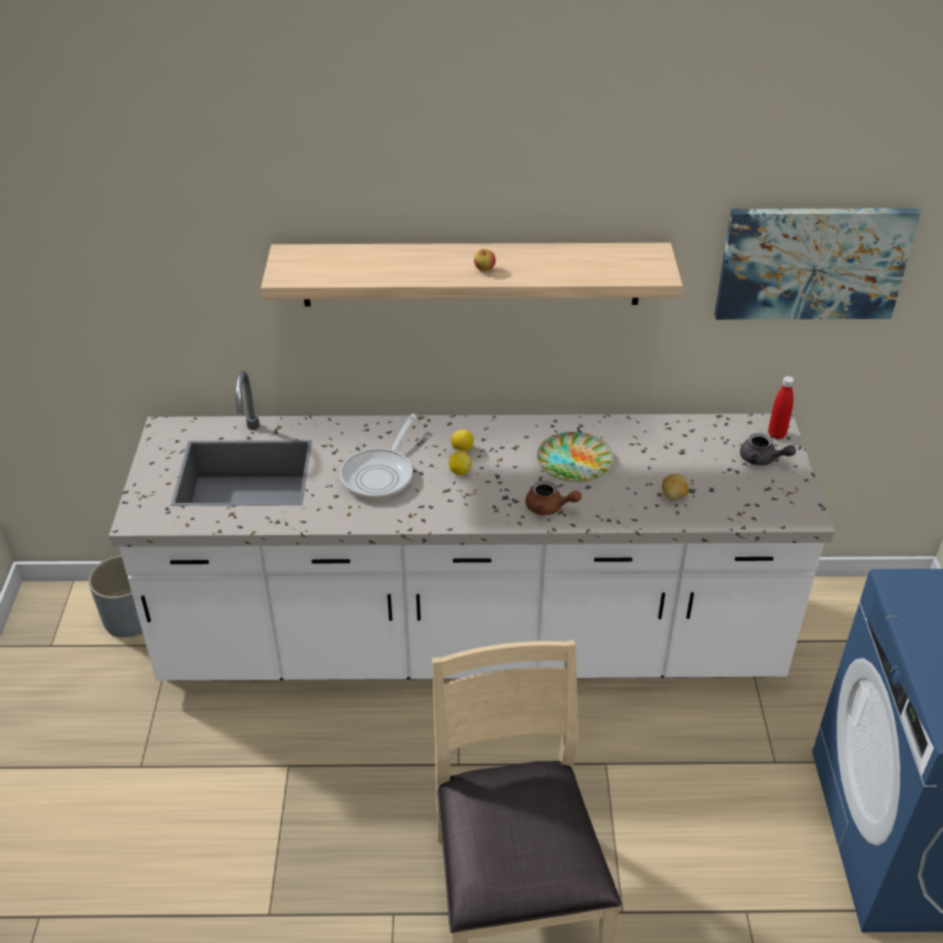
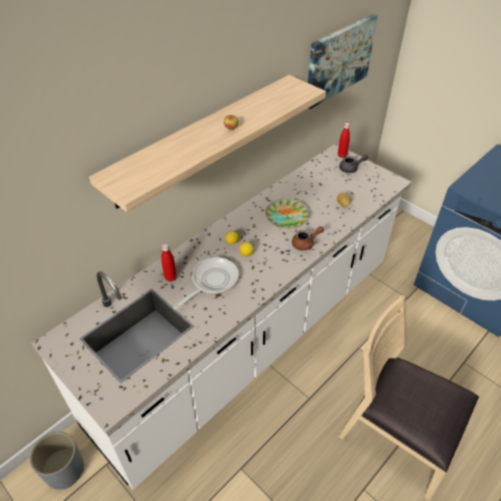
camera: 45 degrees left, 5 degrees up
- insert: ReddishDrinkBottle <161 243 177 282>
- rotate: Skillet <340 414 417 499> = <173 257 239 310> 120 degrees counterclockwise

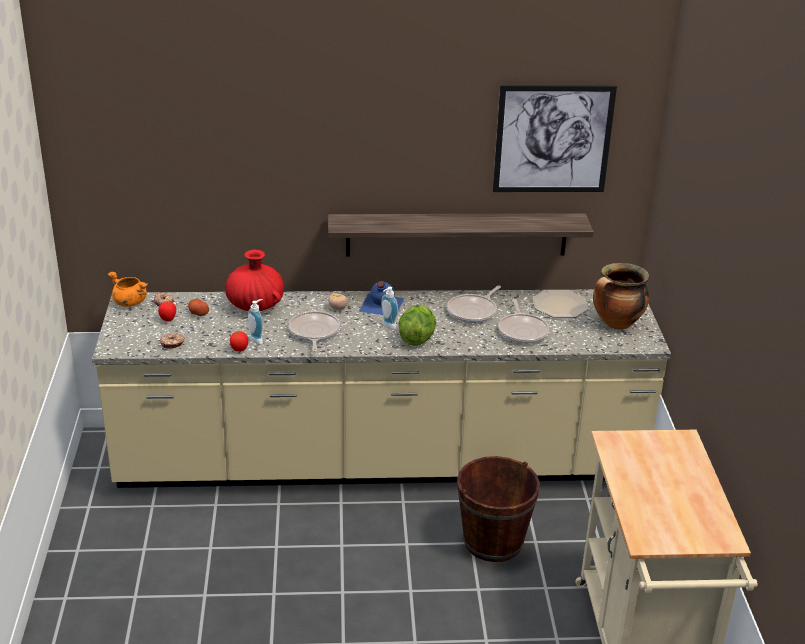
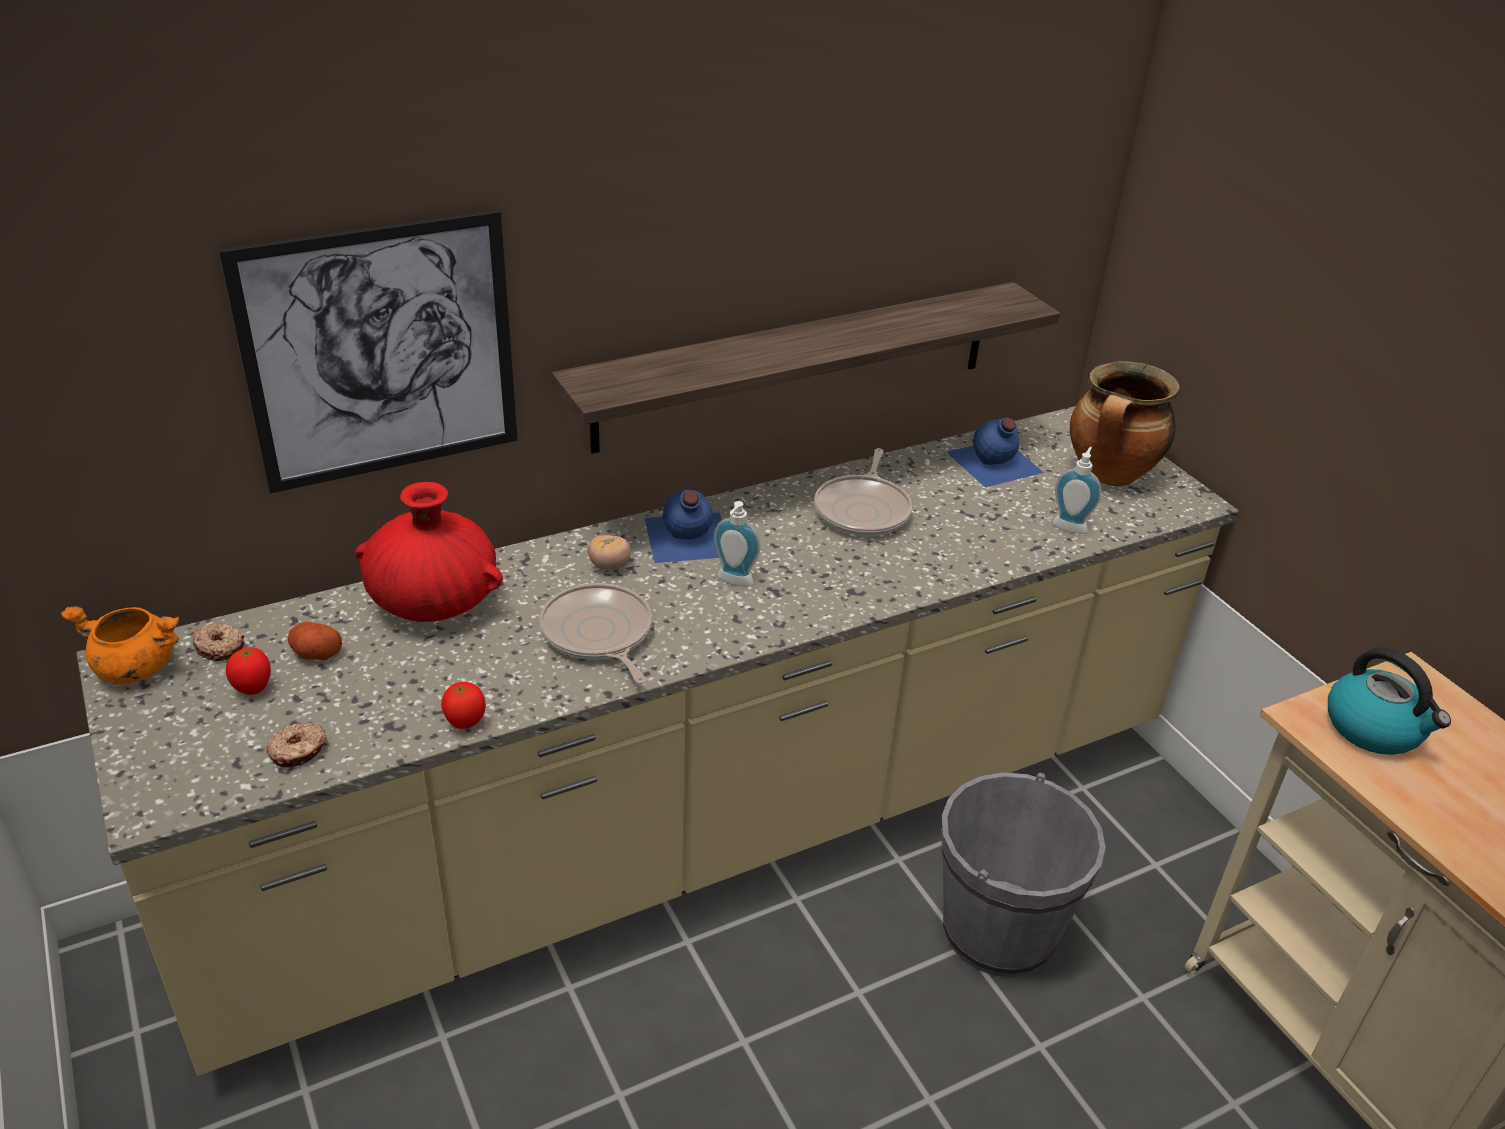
camera: 25 degrees left, 5 degrees up
- move: WallPicture <493 85 617 192> to <219 210 518 493>
- recolor: BrownPail <457 456 540 562> to GreyishPail <941 772 1106 977>
- replace: DinnerPlate <532 290 589 318> to BlueColouredDrinkBottle <946 418 1044 488>
- move: LiquidSoapBottle <248 299 263 345> to <1053 447 1102 534>
- insert: Kettle <1328 647 1451 755>
- delete: Lettuce <399 305 436 346>
- delete: Skillet <498 299 549 344>

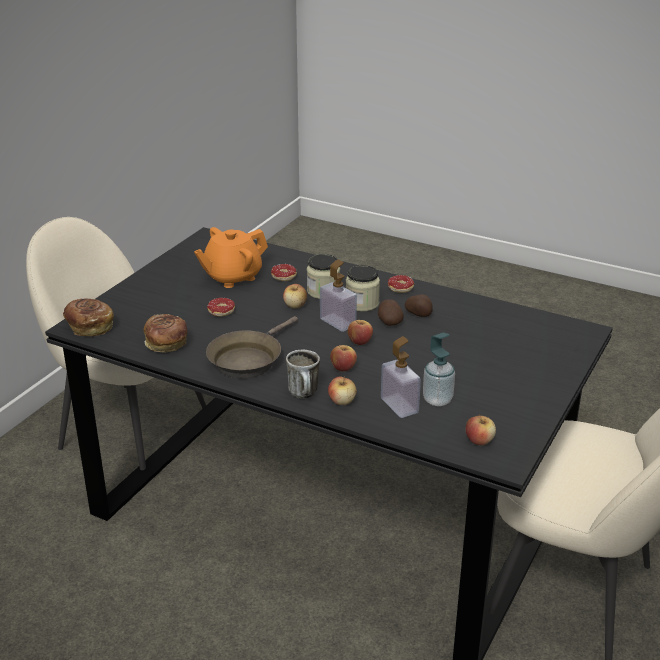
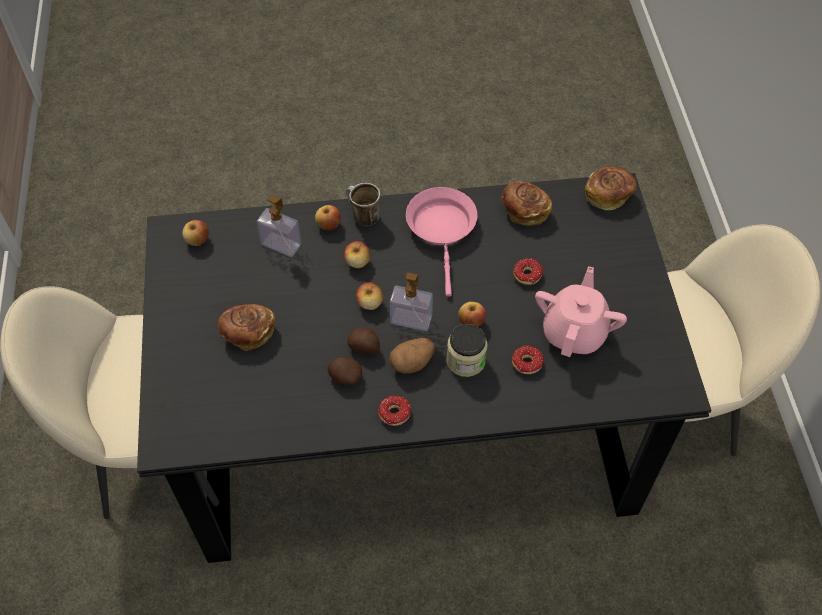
camera: 145 degrees right, 25 degrees up
- insert: BakeryBread <218 304 276 351>
- replace: StorageJar <346 265 380 312> to WholePotato <389 338 435 374>
- recolor: BrownSkillet <206 316 298 378> to PinkishSkillet <406 187 477 297>
- recolor: OrangeyTeaPot <194 227 268 288> to PinkishTeaPot <535 266 627 357>
- delete: LiquidSoapBottle <423 333 455 406>

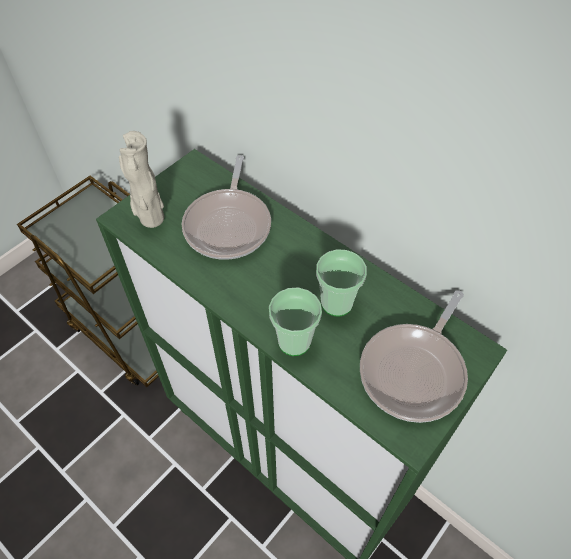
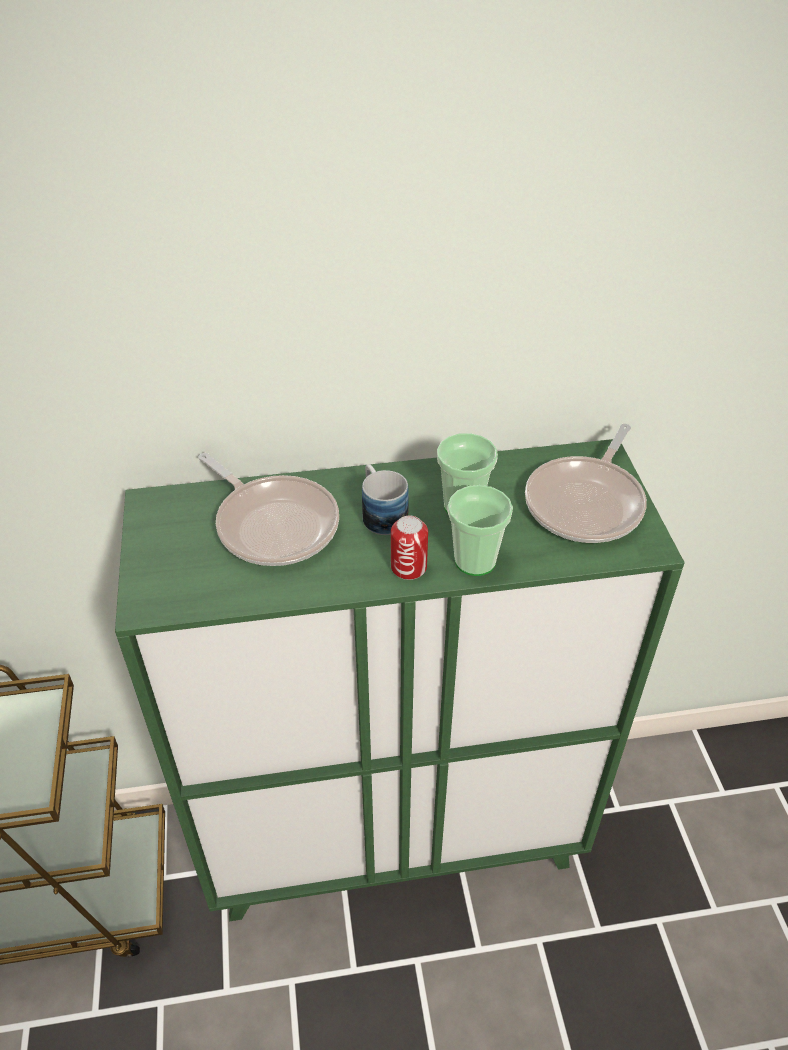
camera: 50 degrees left, 10 degrees down
- insert: Mug <362 464 409 535>
- insert: SealedCan <391 515 428 580>
- rotate: Skillet <360 290 468 423> = <525 424 647 543> 45 degrees clockwise
- delete: BeigeColouredFlowerVase <119 131 164 228>

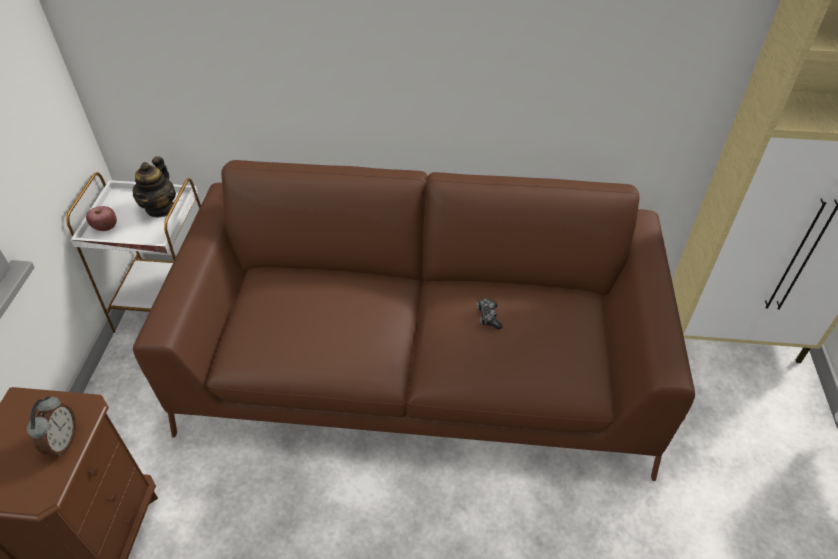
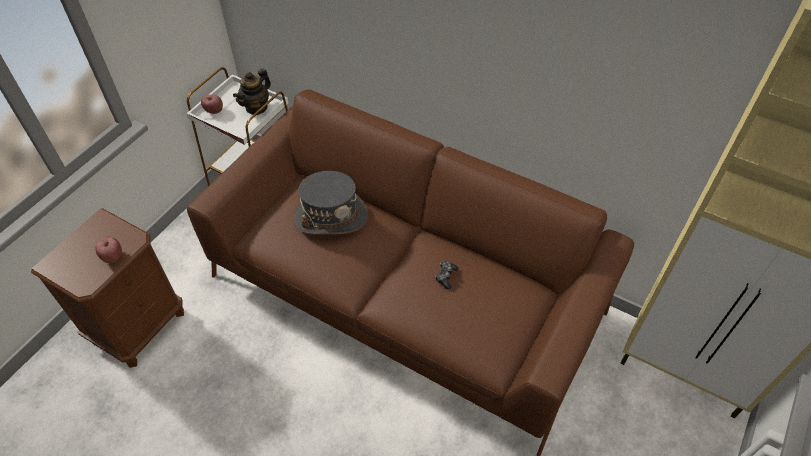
camera: 25 degrees right, 5 degrees up
- replace: AlarmClock <27 396 76 456> to Apple <95 237 122 263>
- insert: GreyishHat <293 171 368 235>

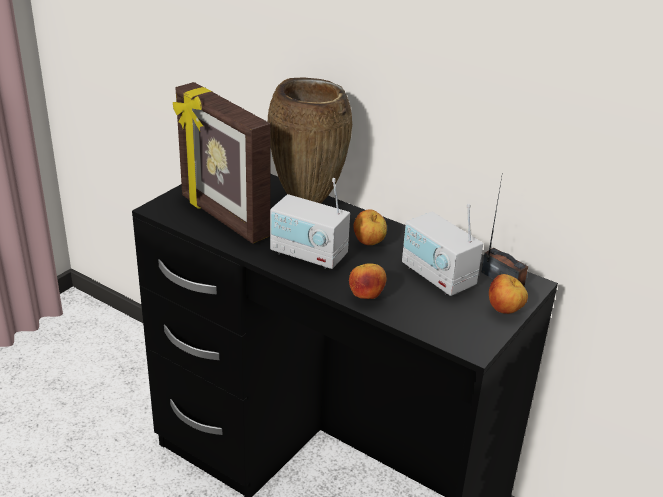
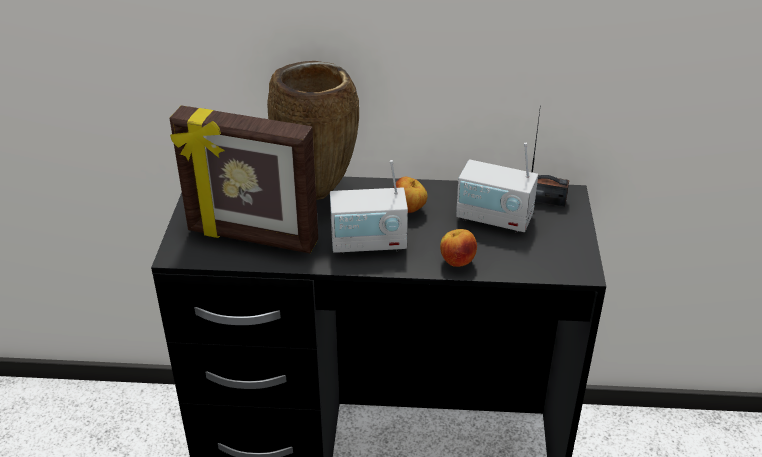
camera: 30 degrees left, 5 degrees up
- delete: Apple <489 274 528 314>

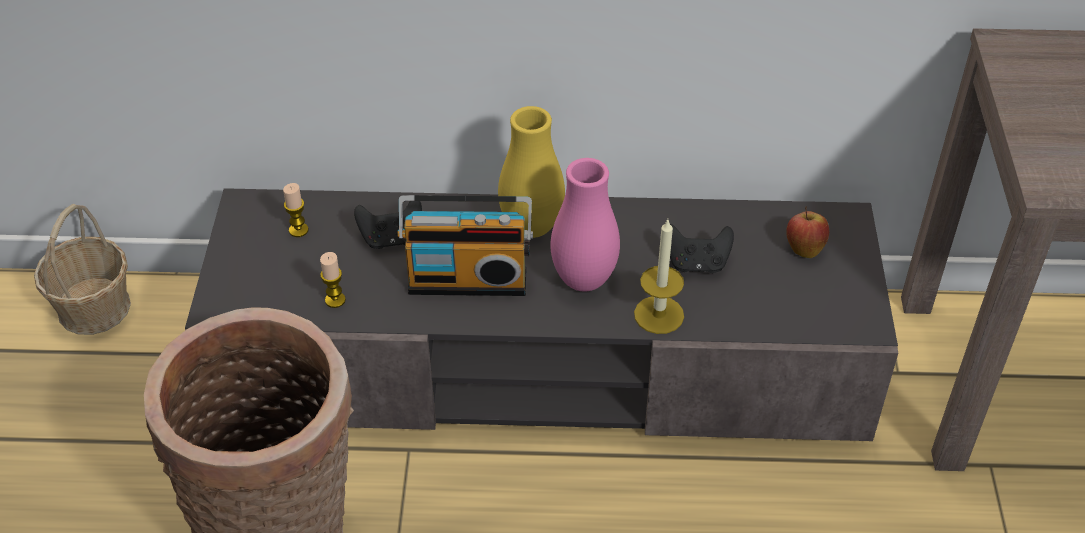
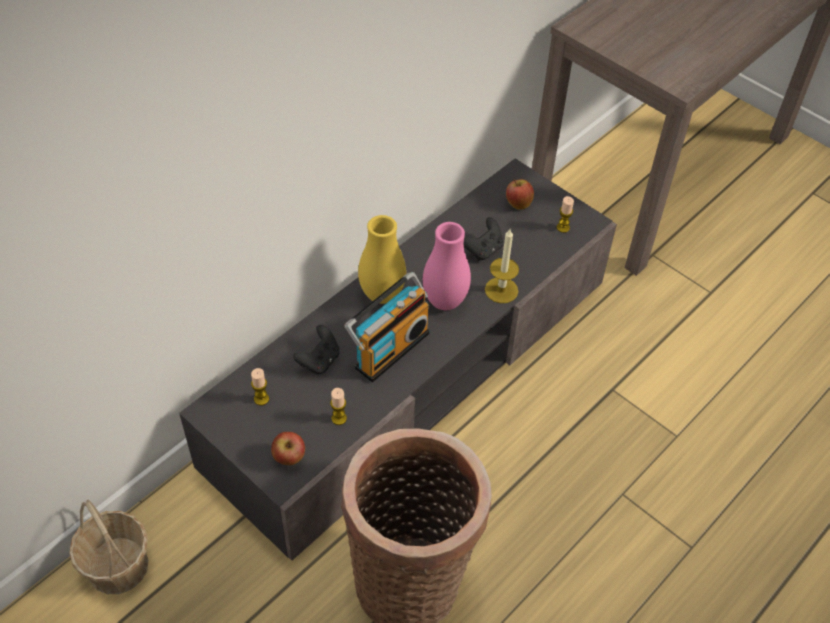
camera: 50 degrees left, 5 degrees up
- insert: Apple <271 432 305 465>
- insert: WaxCandle <557 196 574 233>

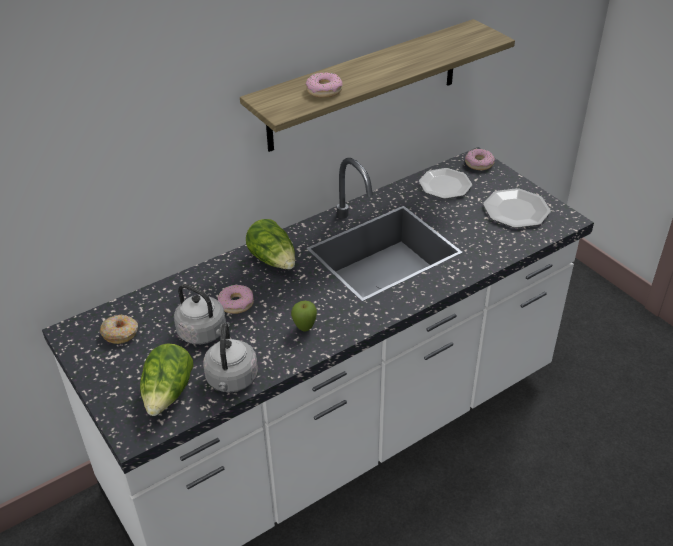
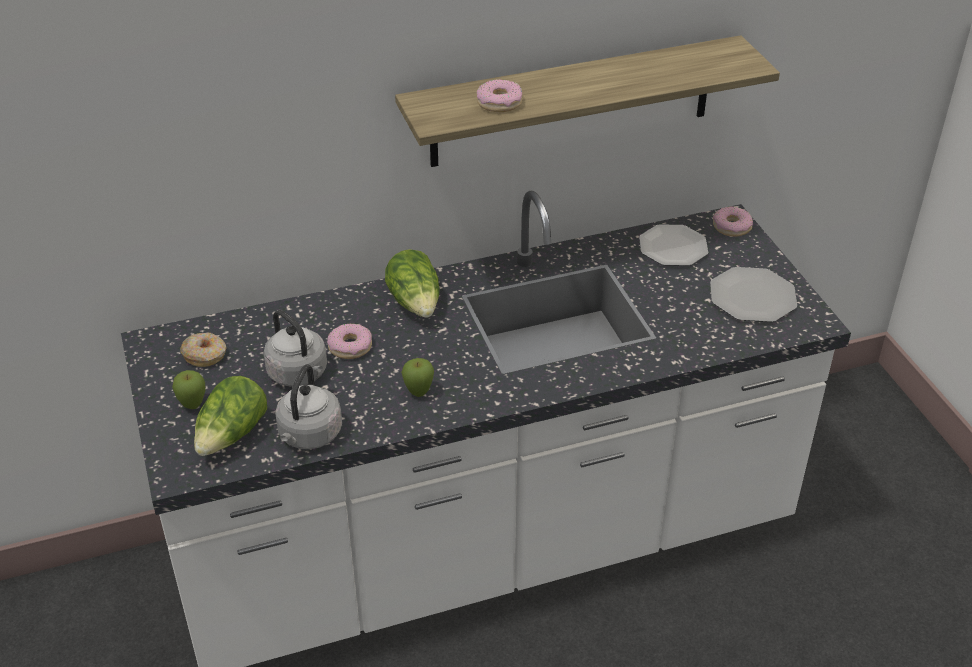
camera: 15 degrees right, 0 degrees up
- insert: Apple <172 370 206 409>

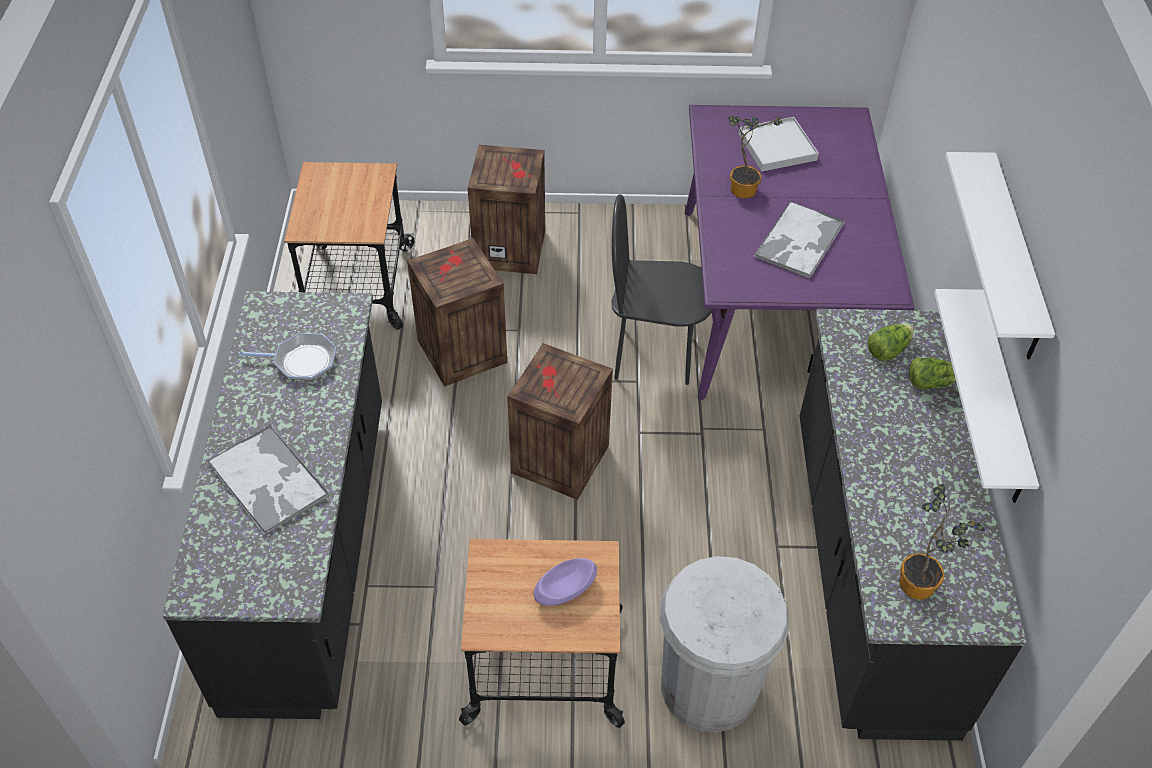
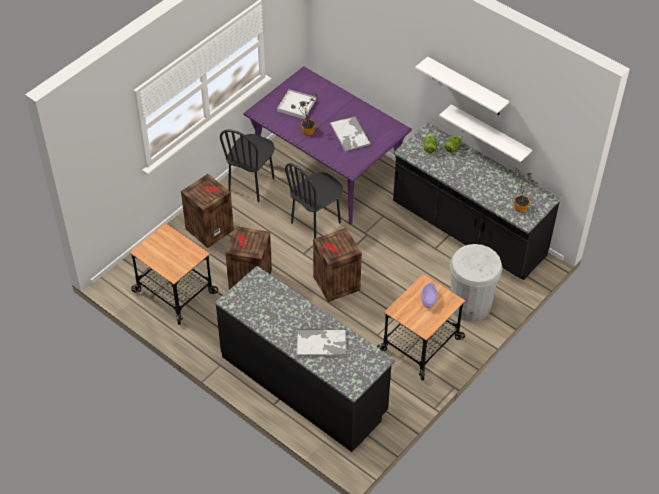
camera: 50 degrees left, 0 degrees up
- insert: BlackChair <220 129 275 202>
- delete: Skillet <238 333 336 380>

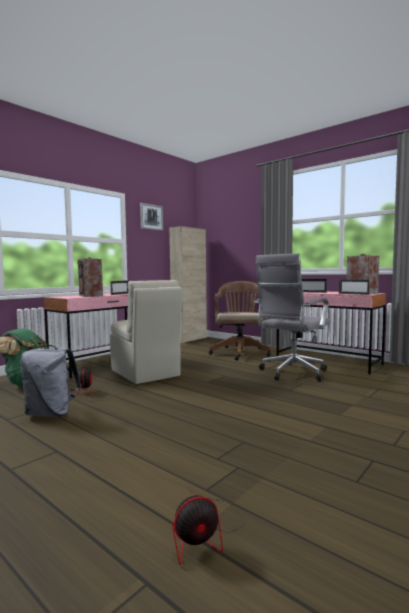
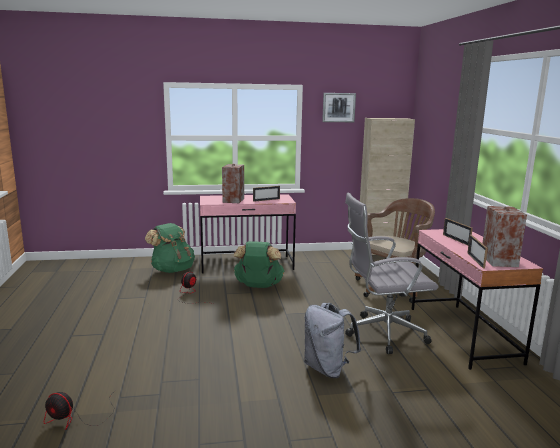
camera: 40 degrees right, 10 degrees up
- replace: BeigeColouredChair <110 280 183 384> to GreenColouredBackpack <234 241 284 288>
- move: GreyishBackpack <20 345 82 417> to <304 303 361 378>

